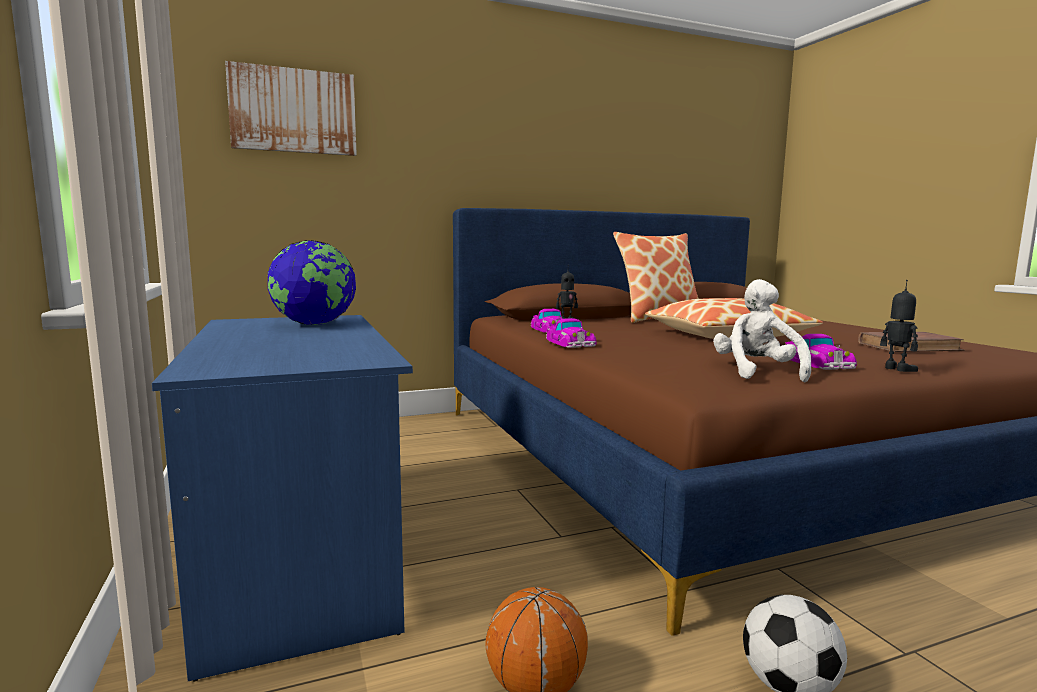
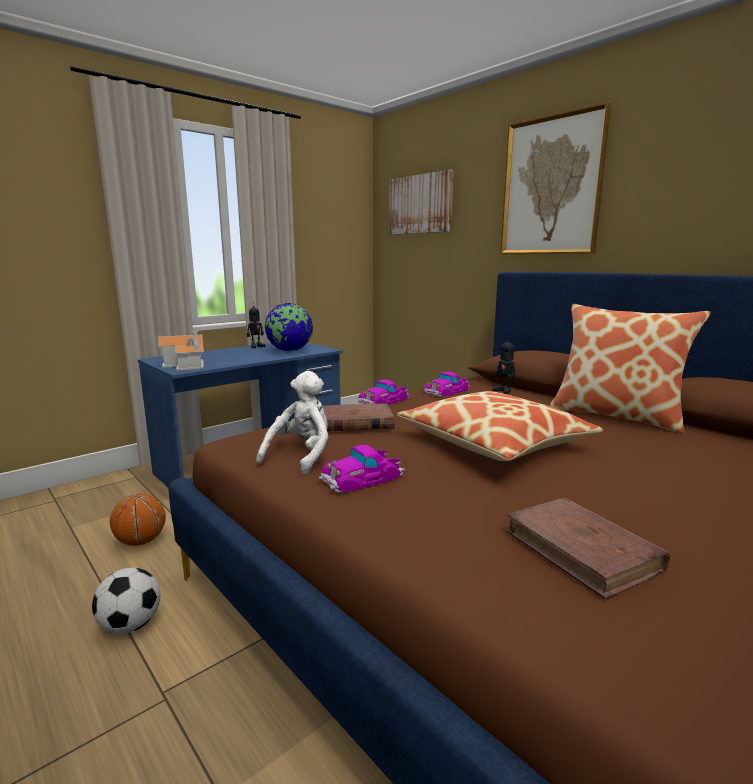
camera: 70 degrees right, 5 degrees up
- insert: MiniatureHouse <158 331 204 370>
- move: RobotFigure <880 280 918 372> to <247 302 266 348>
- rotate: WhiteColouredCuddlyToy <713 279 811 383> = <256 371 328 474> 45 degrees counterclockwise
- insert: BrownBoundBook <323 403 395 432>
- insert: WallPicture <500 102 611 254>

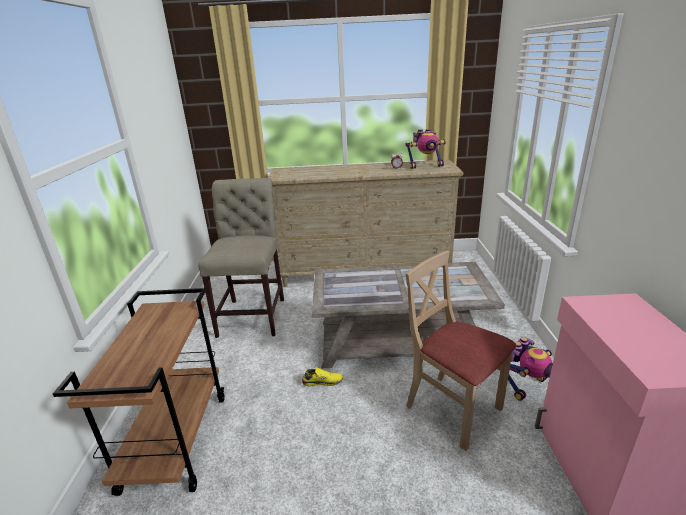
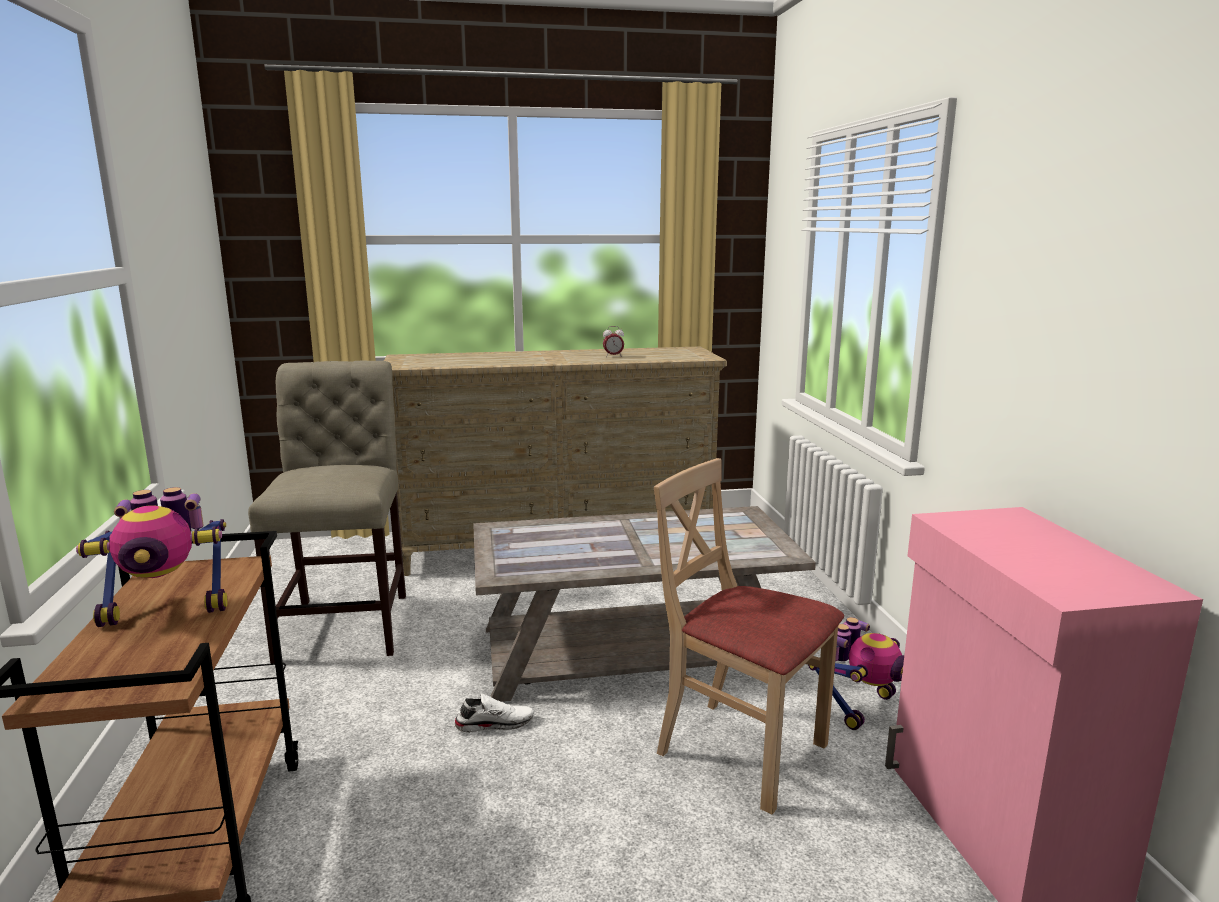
camera: 10 degrees left, 10 degrees down
- move: RobotFigure <405 129 446 169> to <76 487 228 627>
- recolor: YellowishItemOfFootwear <302 367 343 386> to WhiteColouredItemOfFootwear <454 693 534 733>

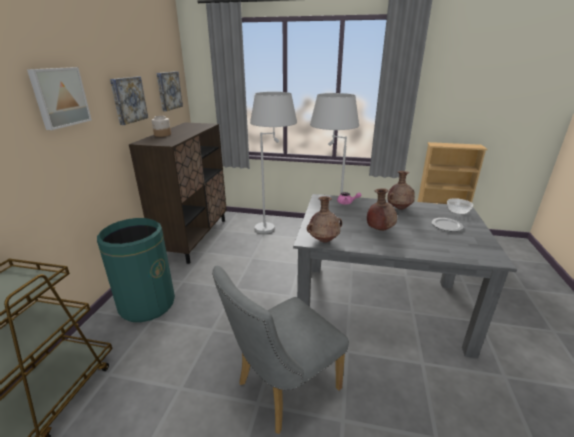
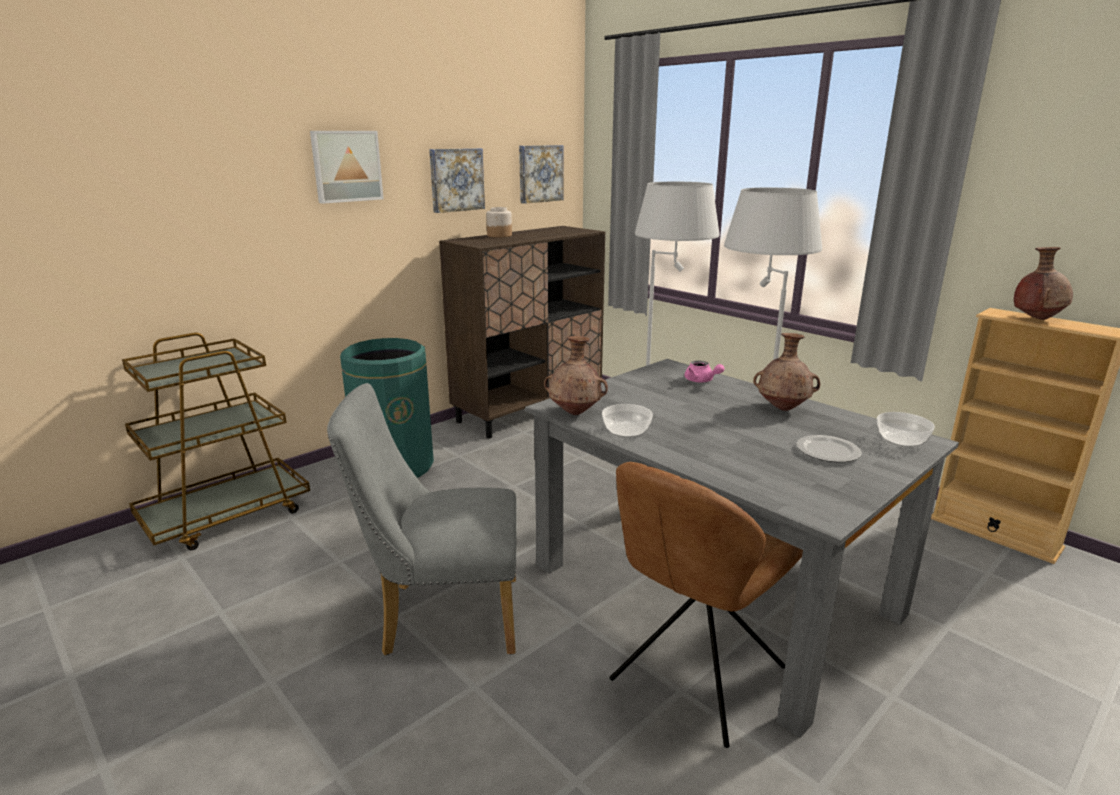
camera: 35 degrees right, 5 degrees down
- insert: DeepDish <602 404 653 438>
- insert: BrownChair <610 462 803 748>
- move: BrownFlowerVase <367 188 397 231> to <1014 247 1073 320>

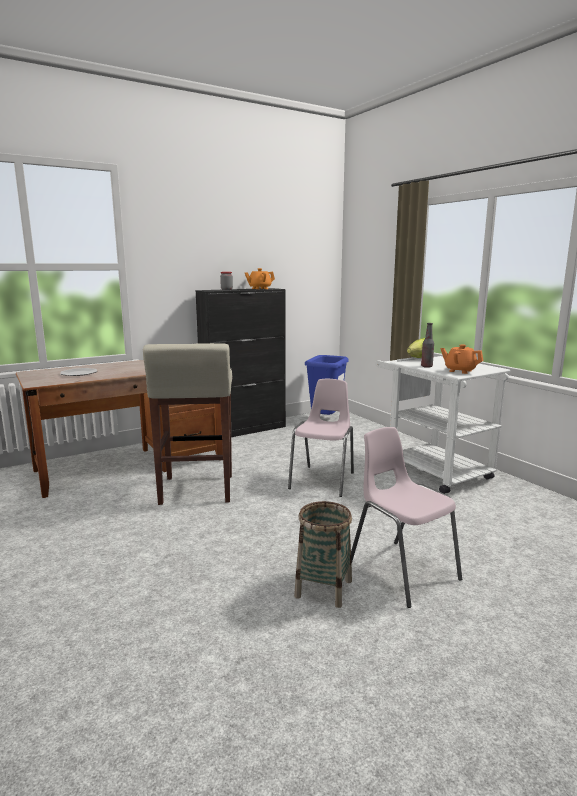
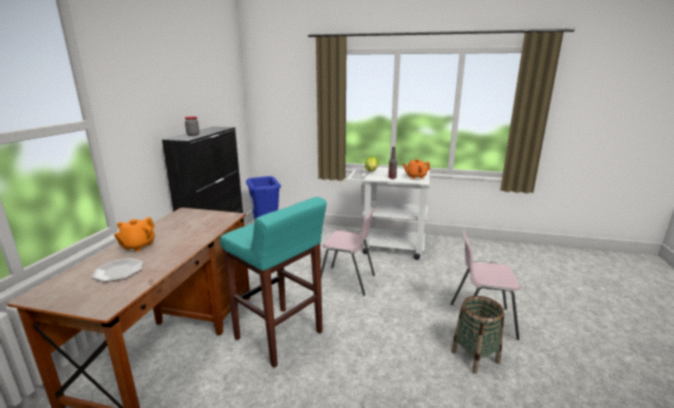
camera: 45 degrees left, 5 degrees up
- move: OrangeyTeaPot <245 268 275 289> to <114 217 155 251>
- recolor: BeigeColouredSittingStool <143 343 232 505> to TurquoiseColouredSittingStool <220 197 327 368>
- rotate: PinkishChair <288 379 354 497> = <321 208 375 296> 135 degrees clockwise

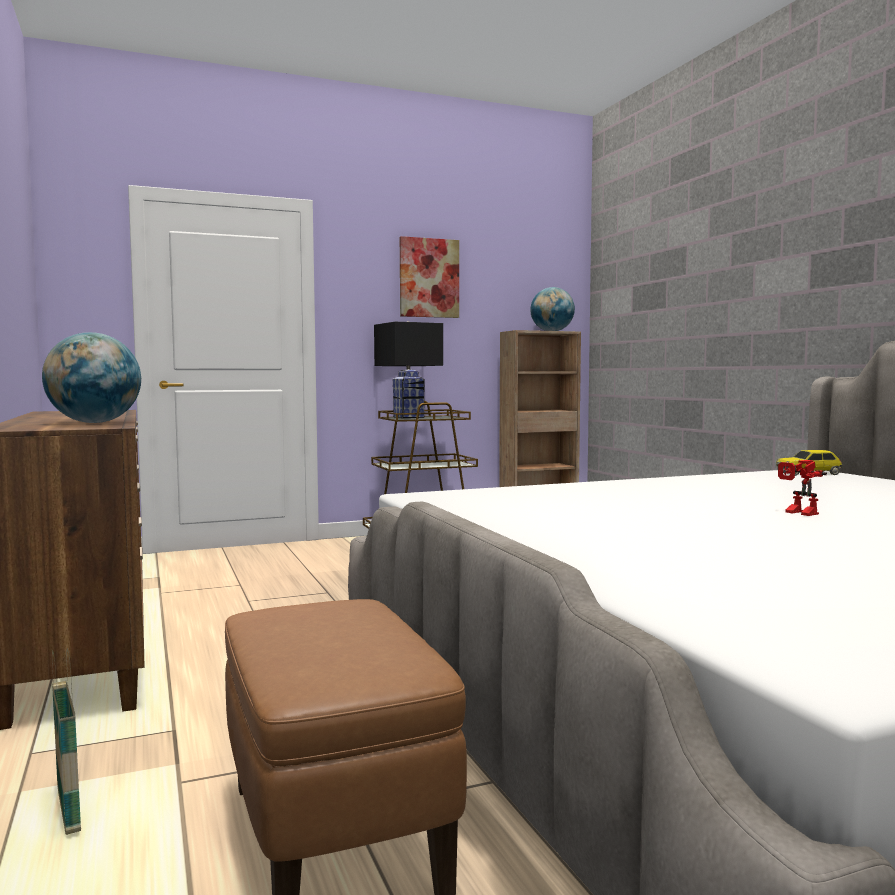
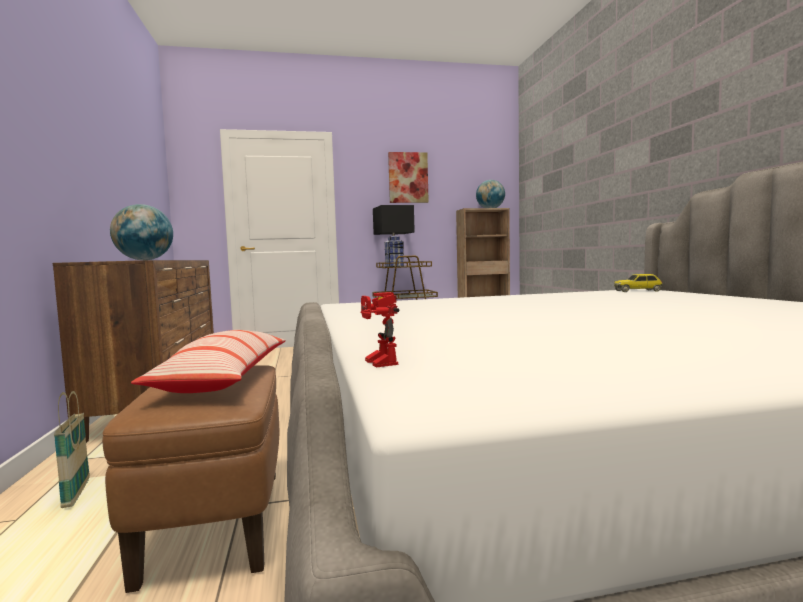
camera: 10 degrees right, 0 degrees up
- insert: Cushion <131 330 286 393>
- move: RobotFigure <778 460 827 516> to <360 292 399 368>

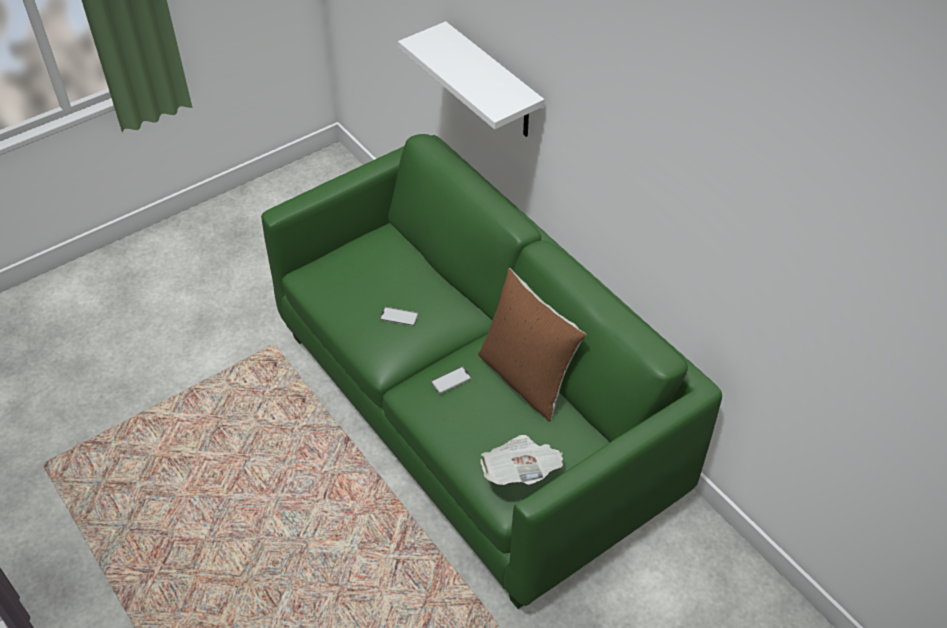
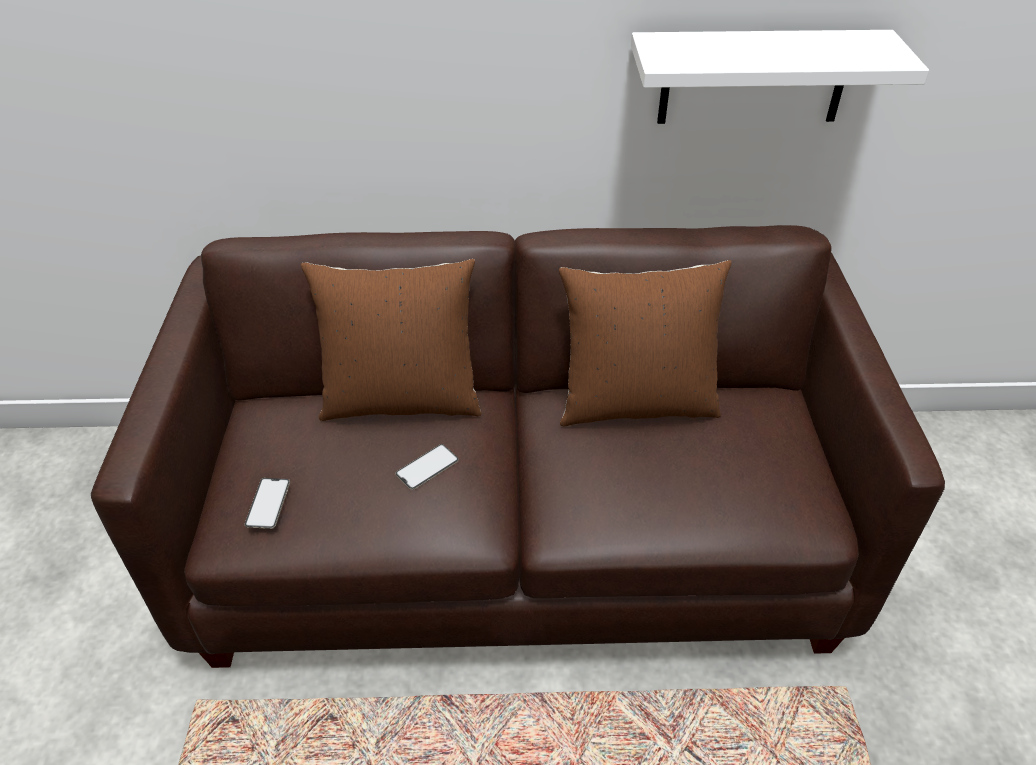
camera: 55 degrees left, 5 degrees down
- recolor: GreenColouredSofa <261 134 722 609> to BrownSofa <91 225 945 668>
- move: Telephone <431 366 472 394> to <244 478 290 529>
- insert: BrownCushion <301 259 481 421>
- move: WhiteColouredShelf <398 21 544 137> to <631 30 929 124>
- delete: PrintedPaper <481 435 563 485>

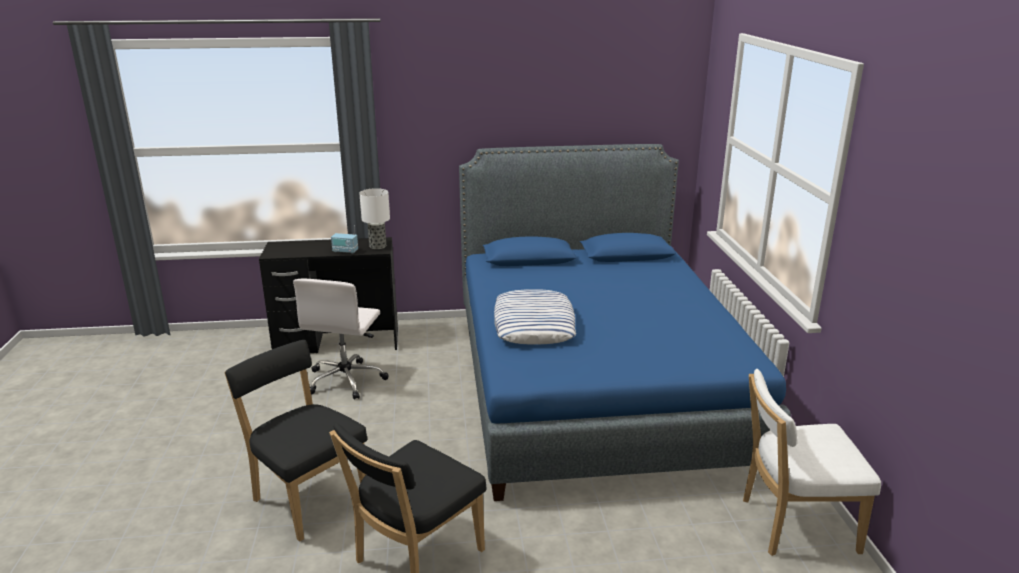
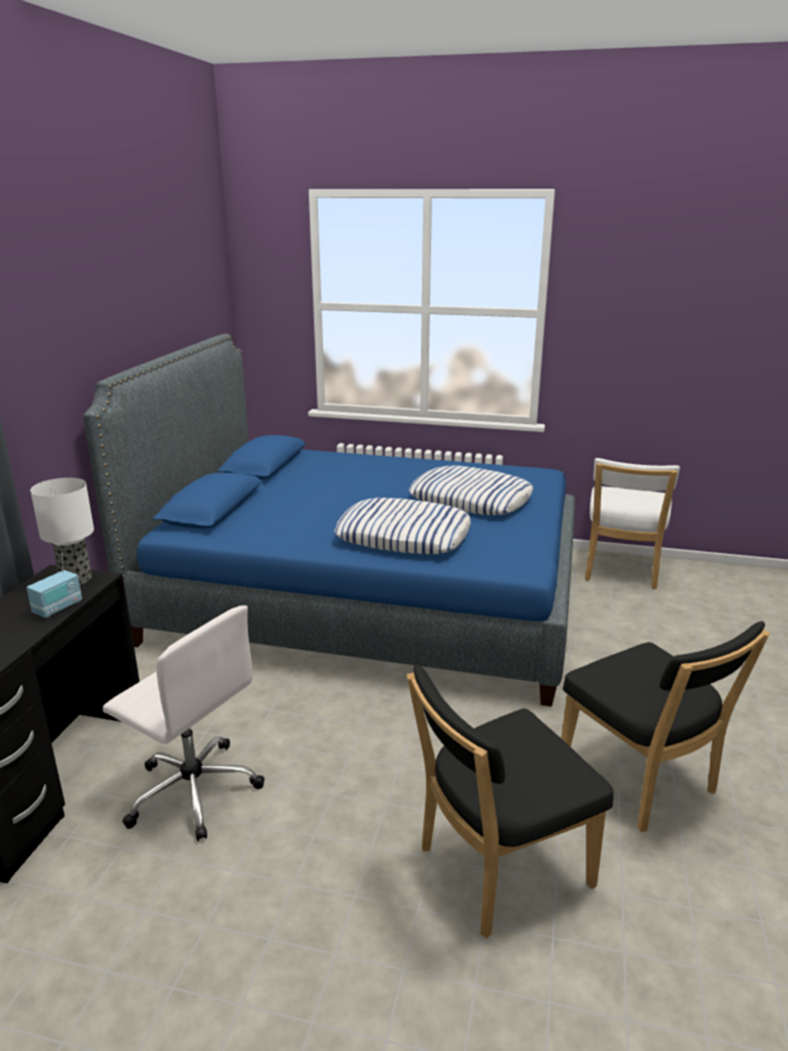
camera: 70 degrees left, 0 degrees up
- insert: Cushion <409 465 534 515>

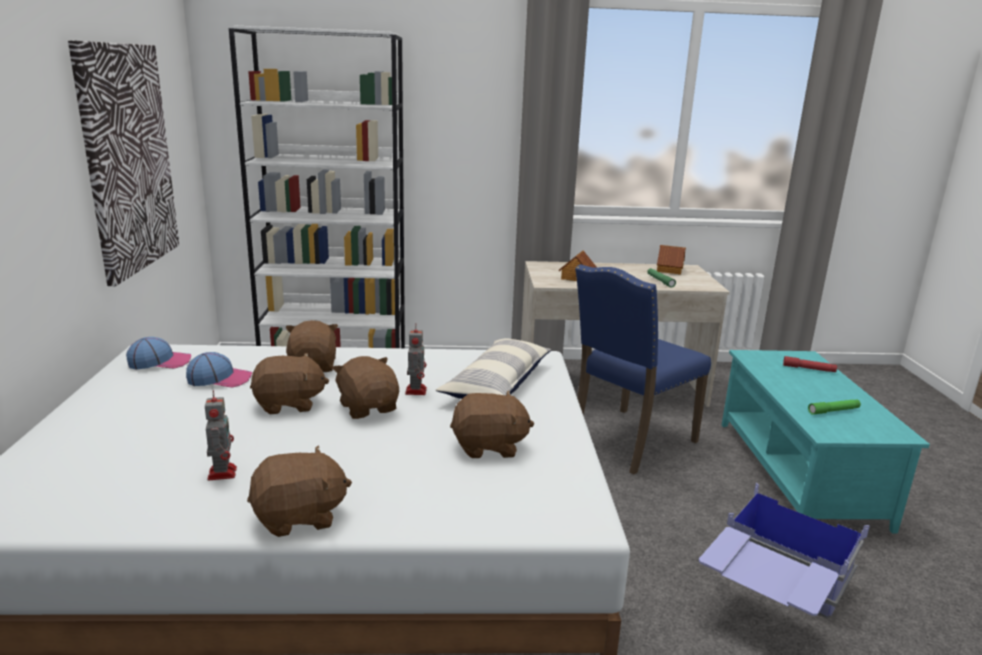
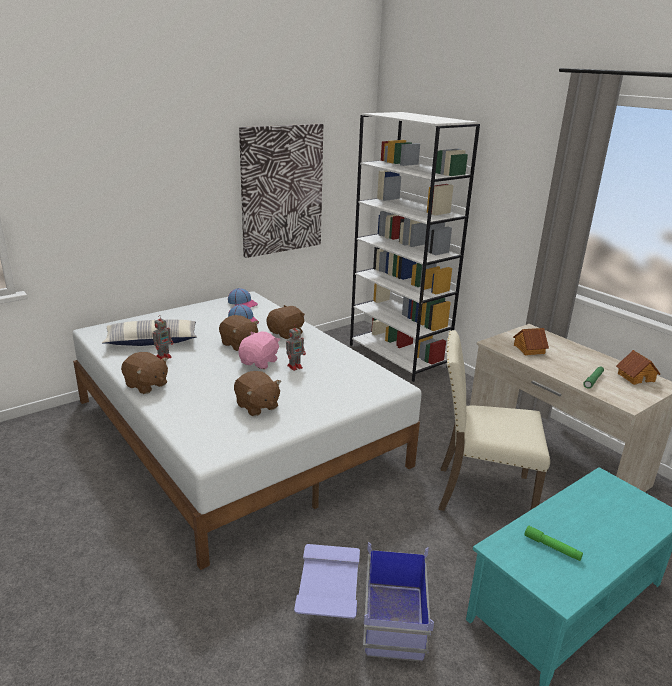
camera: 55 degrees right, 5 degrees up
- move: Cushion <435 338 552 399> to <102 319 197 346>
- recolor: BrownCuddlyToy <332 356 399 419> to PinkishCuddlyToy <238 331 280 369>
- recolor: BlueColouredChair <575 264 711 475> to BeigeColouredChair <439 330 550 511>
- delete: ReddishHandTorch <783 356 837 372>

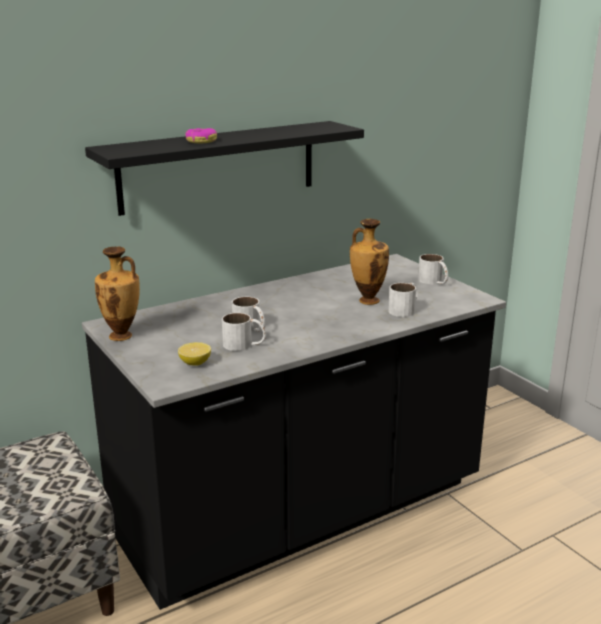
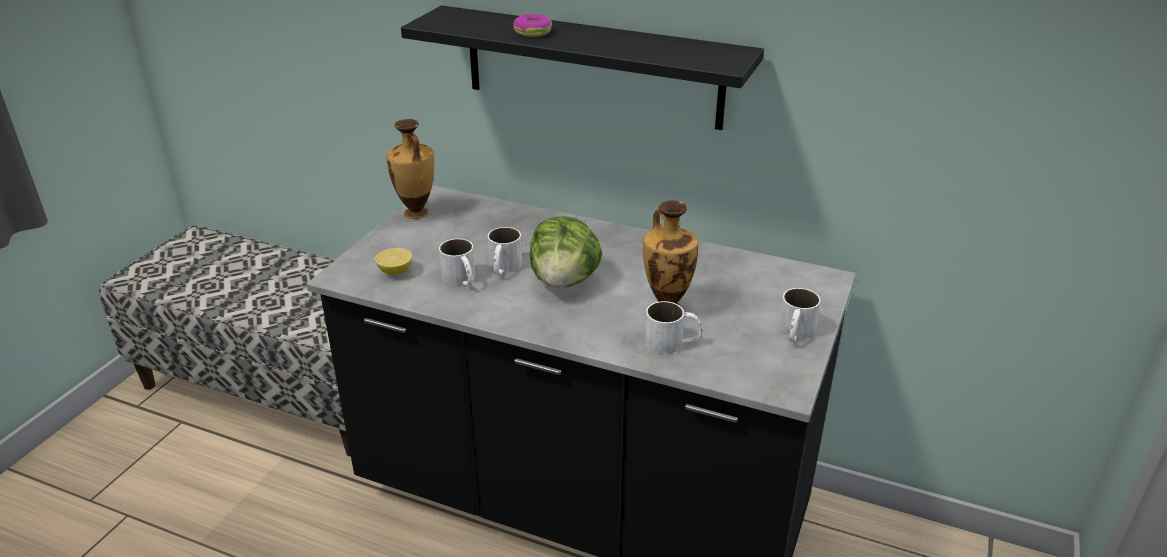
camera: 55 degrees right, 10 degrees up
- insert: Lettuce <530 216 602 288>

